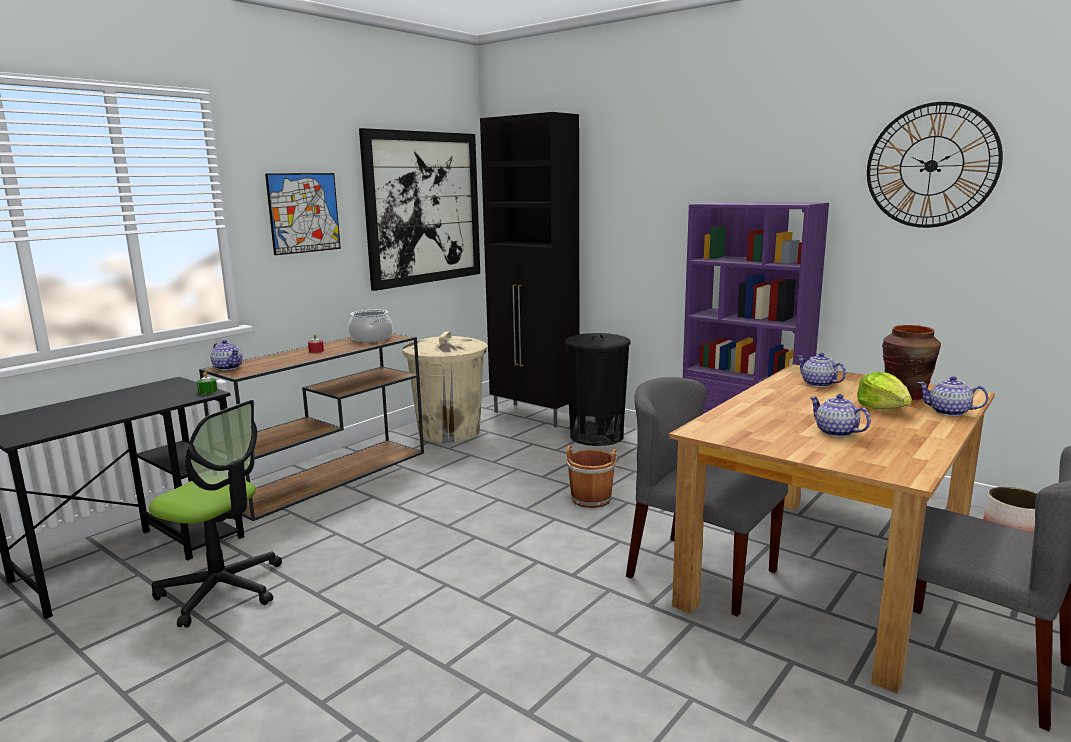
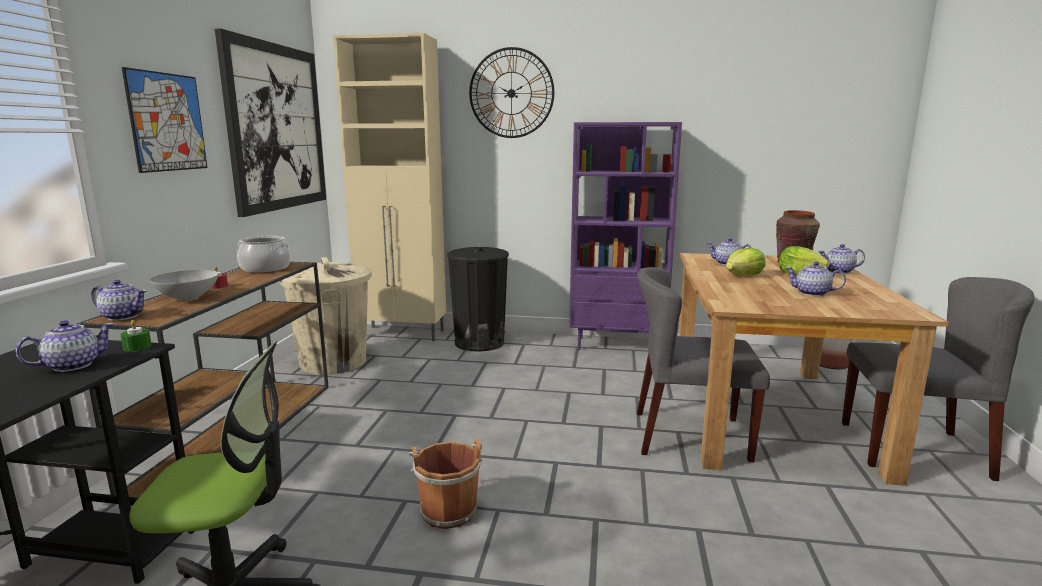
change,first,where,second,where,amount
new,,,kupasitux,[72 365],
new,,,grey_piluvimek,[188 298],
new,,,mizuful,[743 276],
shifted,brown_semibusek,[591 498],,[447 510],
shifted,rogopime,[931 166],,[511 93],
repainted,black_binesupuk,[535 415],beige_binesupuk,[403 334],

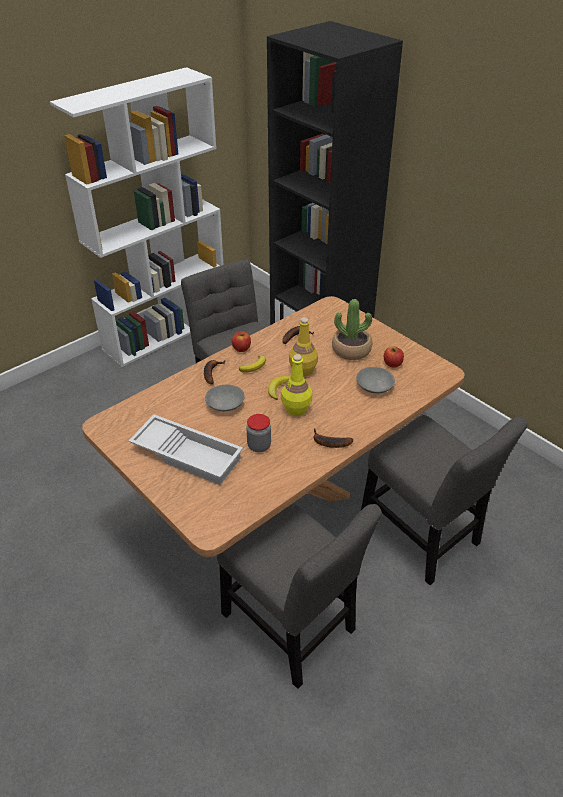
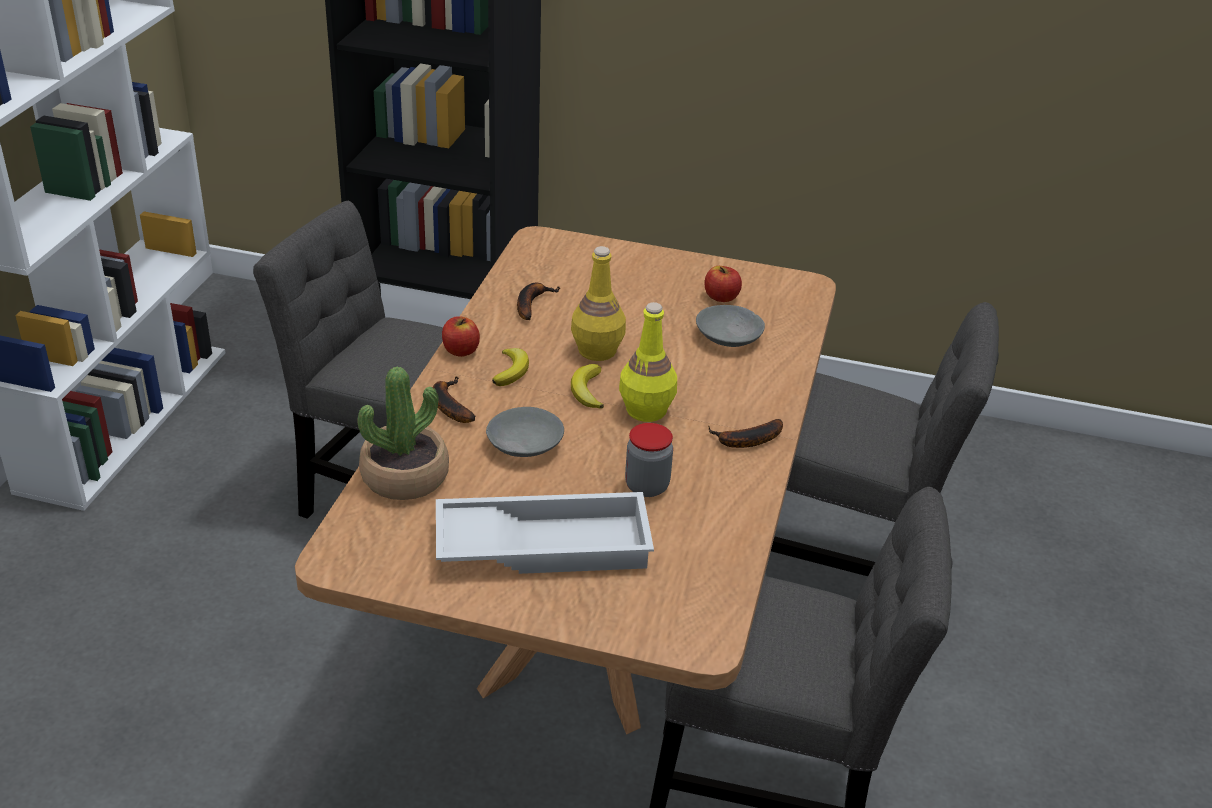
change,first,where,second,where,amount
shifted,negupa,[351 350],,[405 476],

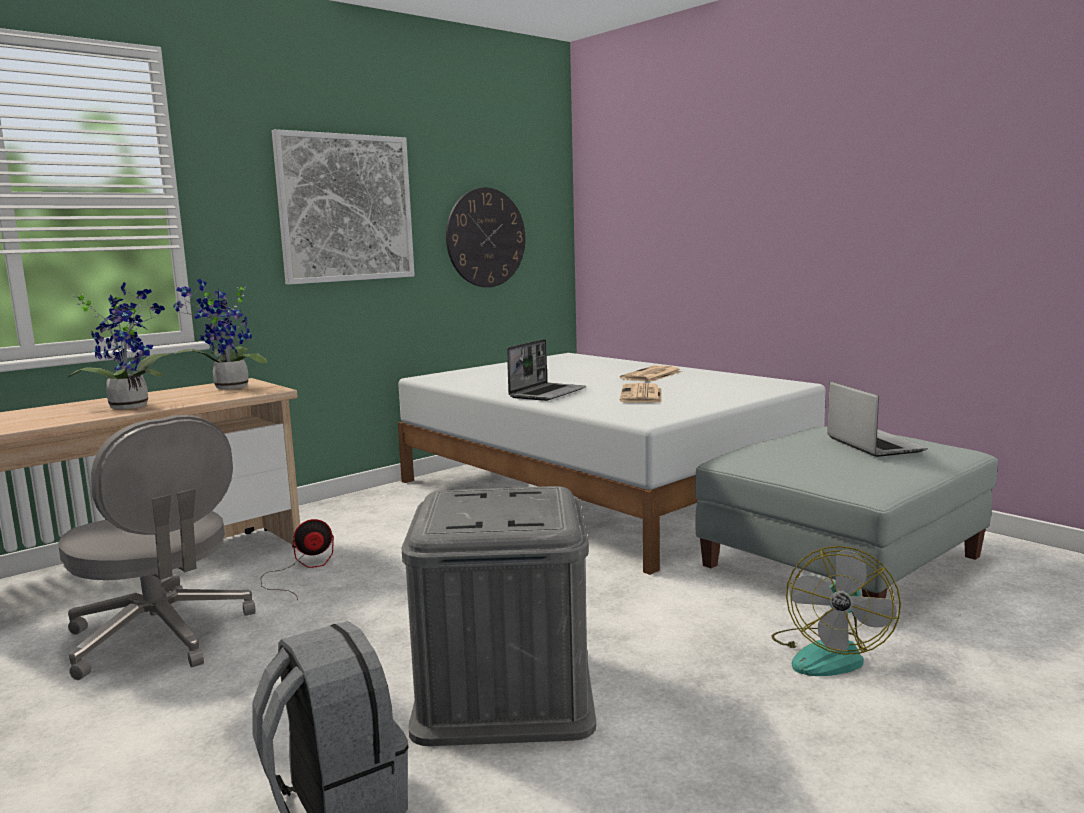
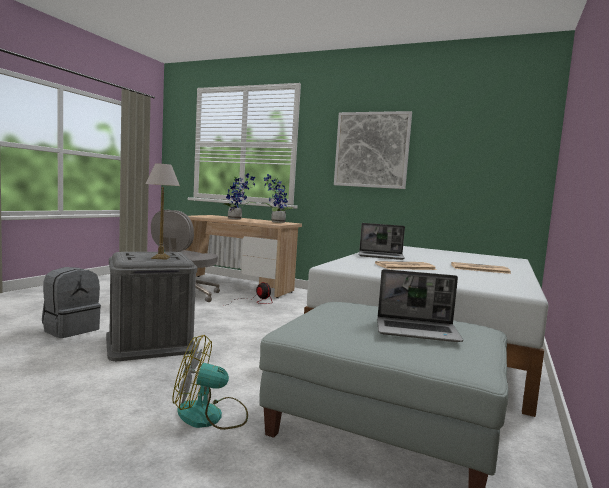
change,first,where,second,where,amount
gone,rogopime,[486 238],,,
new,,,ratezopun,[161 258],
rotated,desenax,[873 444],,[418 331],45 degrees clockwise

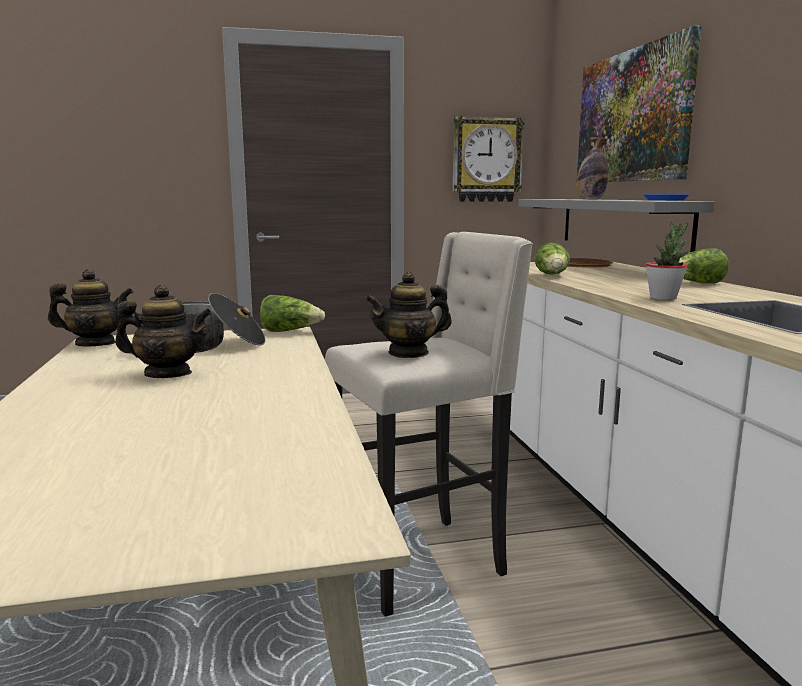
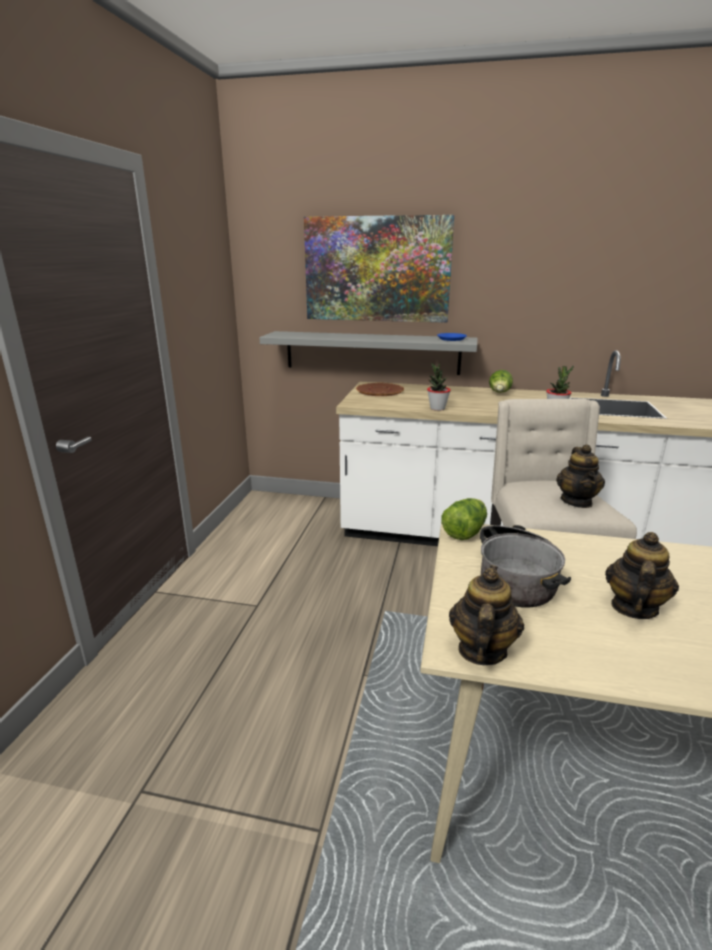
change,first,where,second,where,amount
gone,rogopime,[486 160],,,
gone,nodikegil,[590 199],,,
swapped,mizuful,[553 275],negupa,[437 408],

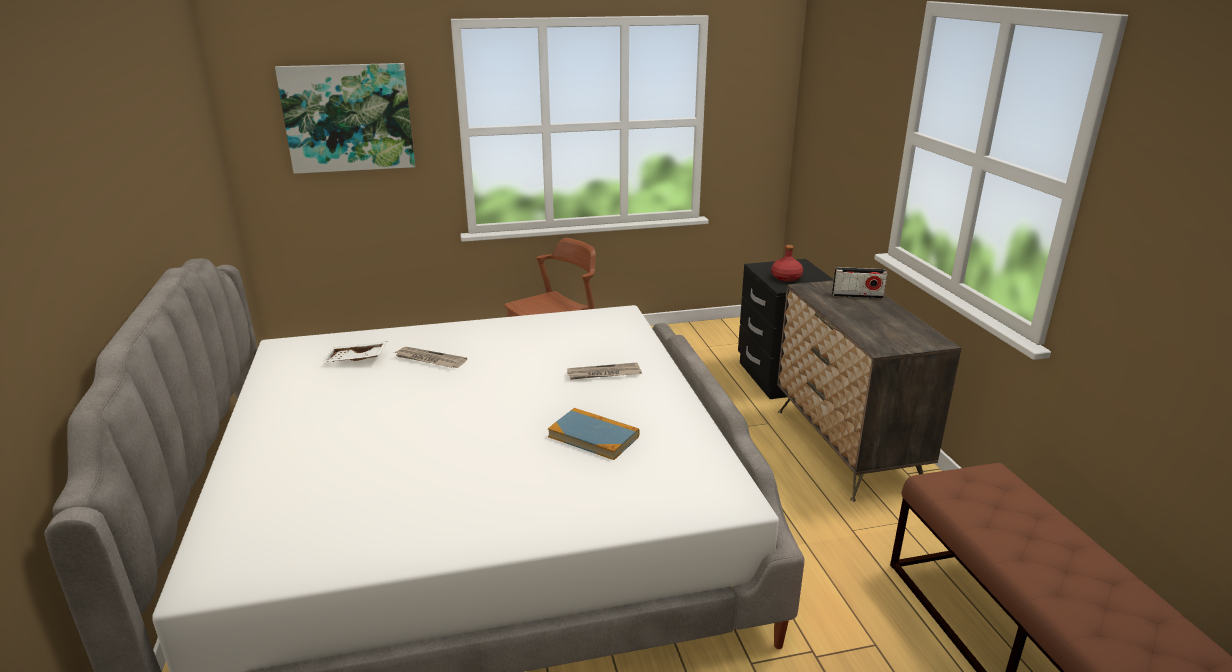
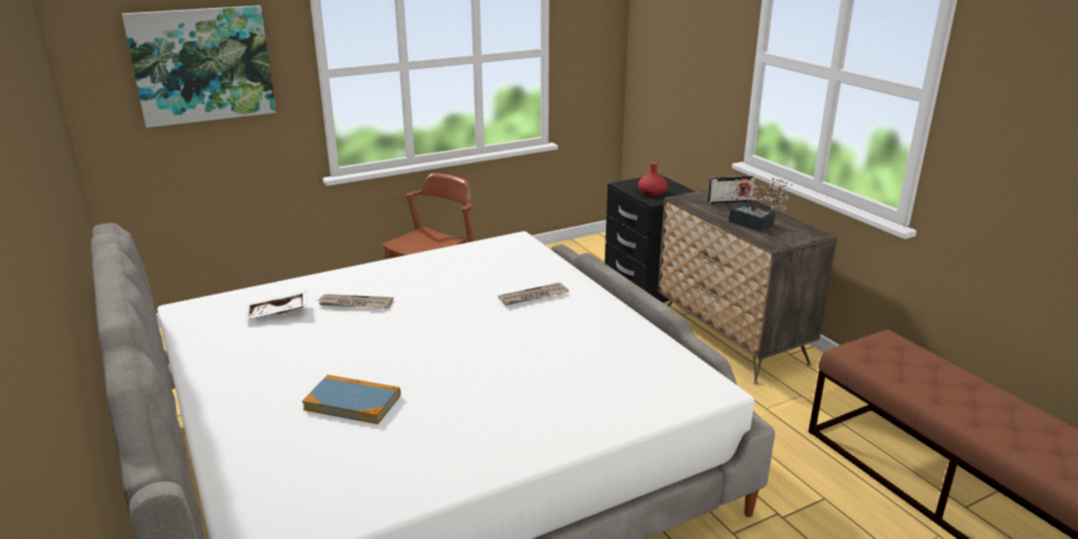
change,first,where,second,where,amount
new,,,negupa,[755 225],
shifted,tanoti,[593 436],,[352 402],

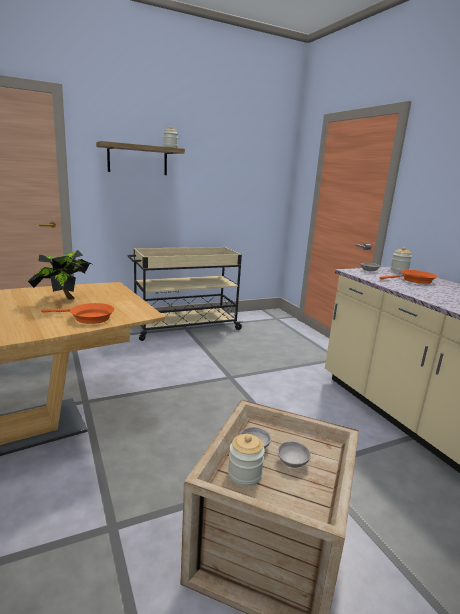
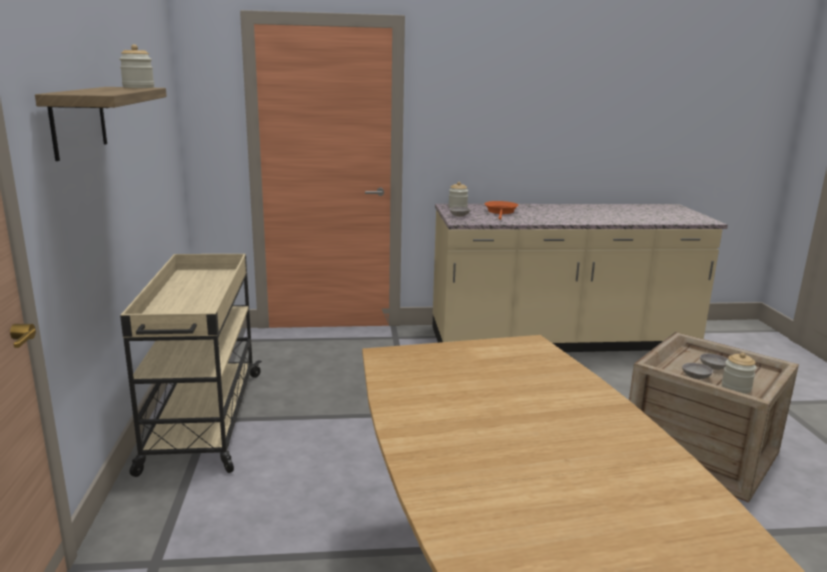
change,first,where,second,where,amount
gone,negupa,[65 300],,,
gone,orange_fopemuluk,[88 318],,,

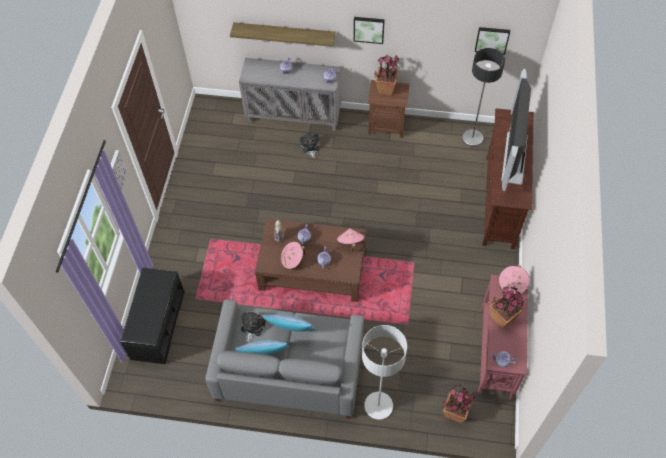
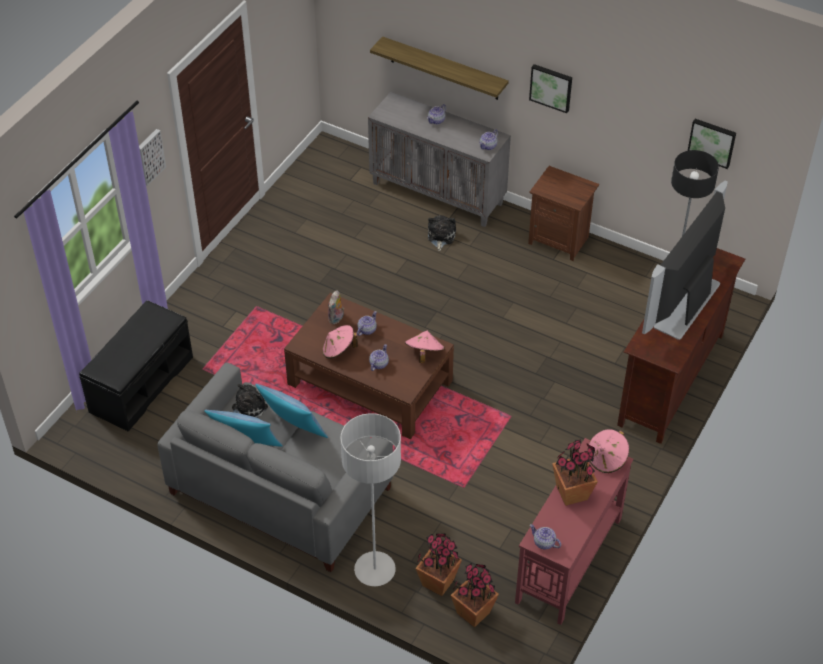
change,first,where,second,where,amount
shifted,negupa,[386 89],,[438 582],

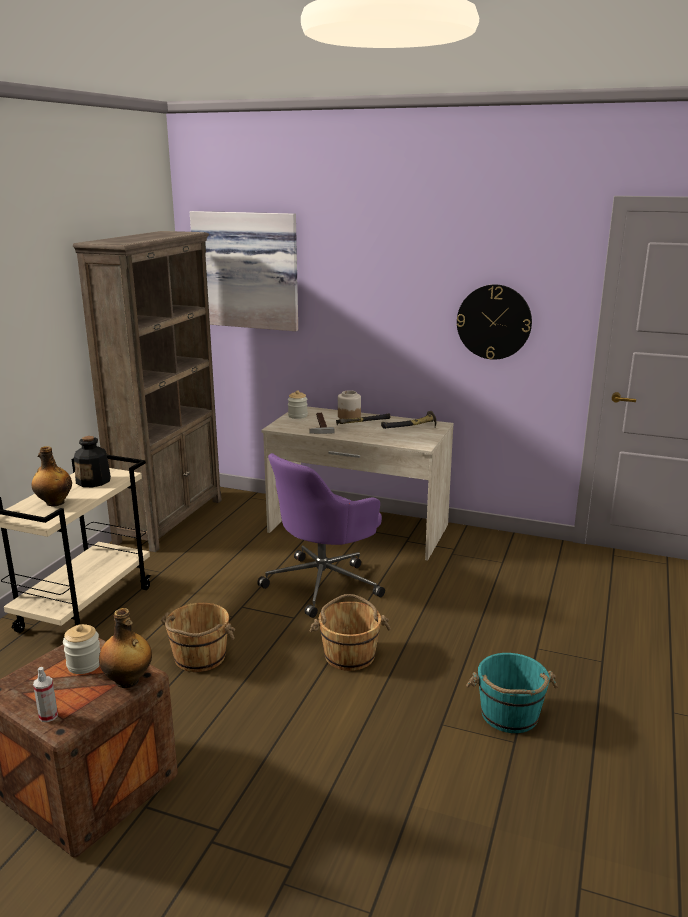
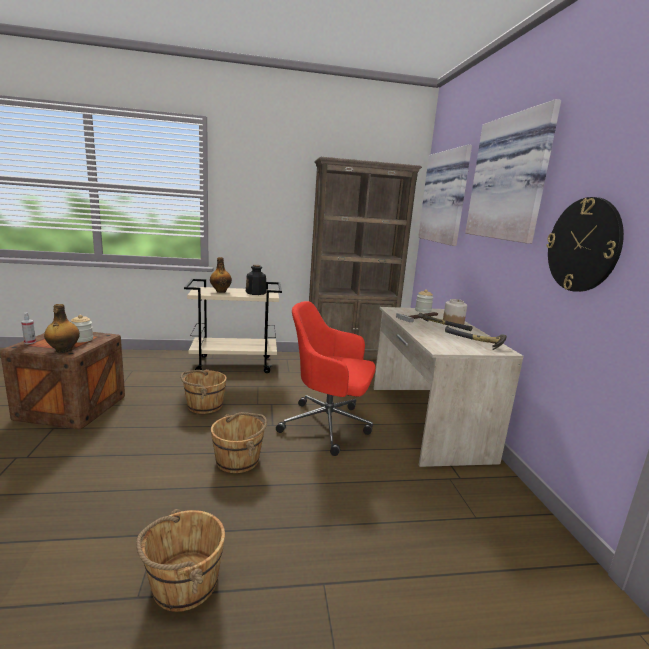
change,first,where,second,where,amount
new,,,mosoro,[511 178],
repainted,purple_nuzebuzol,[324 583],red_nuzebuzol,[328 425],
repainted,turquoise_semibusek,[509 715],brown_semibusek,[183 583],

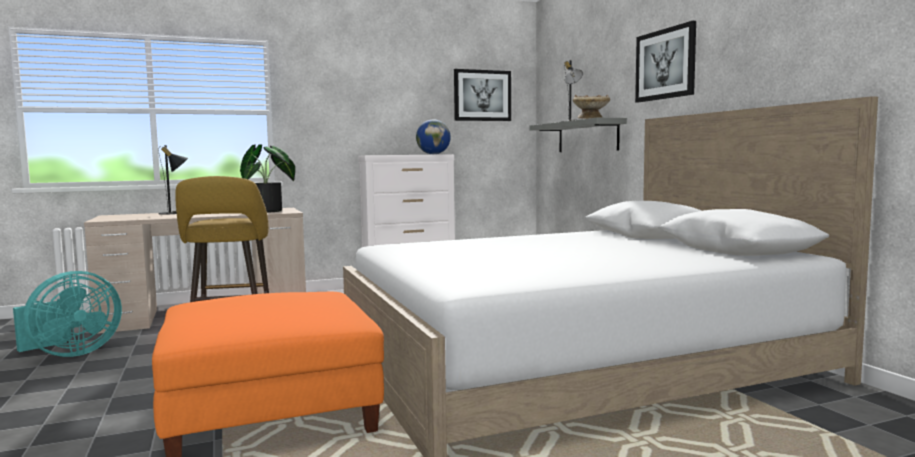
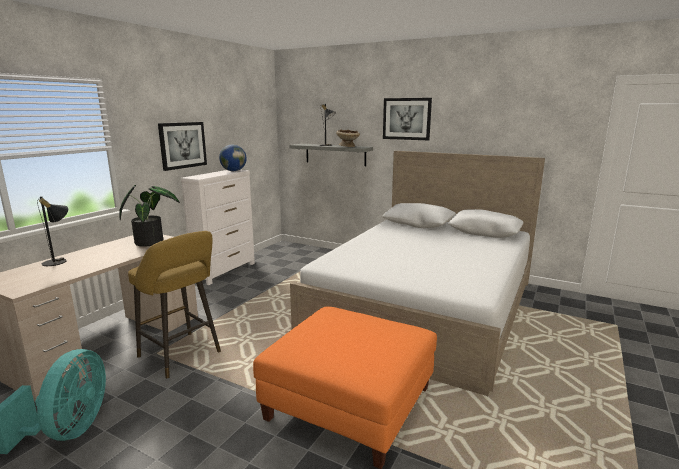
change,first,where,second,where,amount
shifted,mosoro,[482 95],,[182 145],

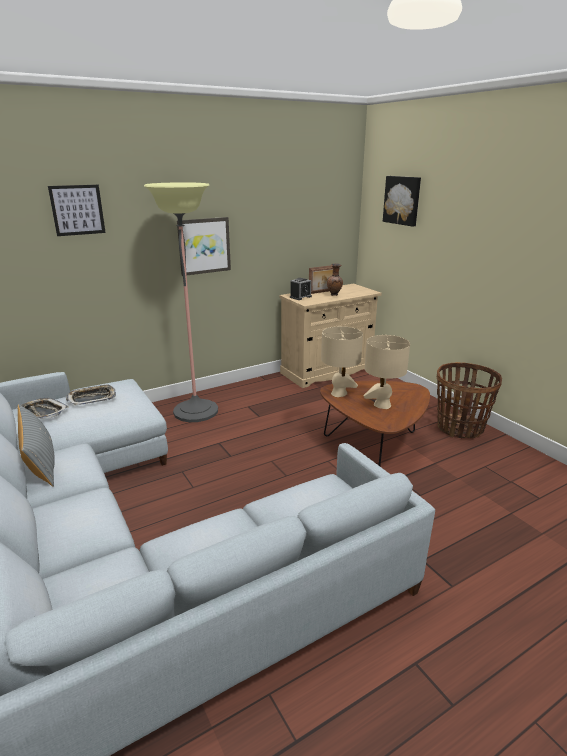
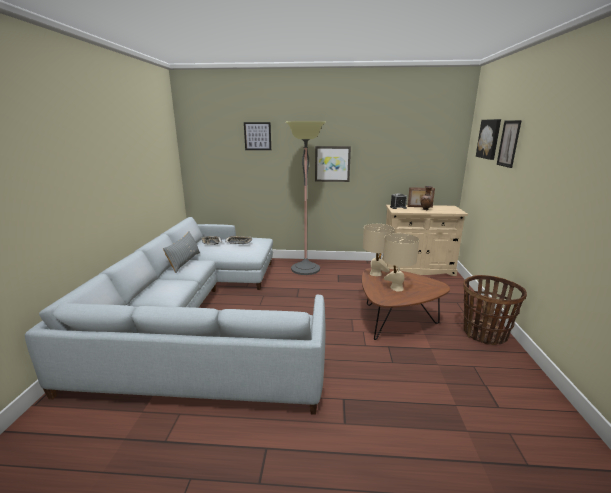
change,first,where,second,where,amount
new,,,mosoro,[508 143],

